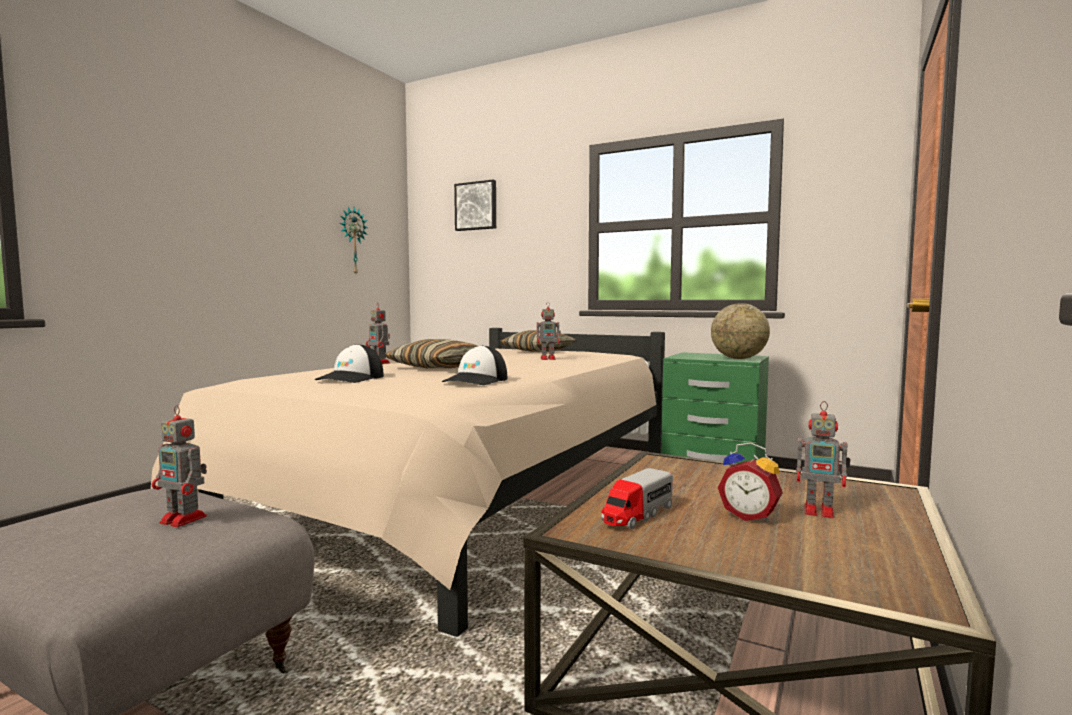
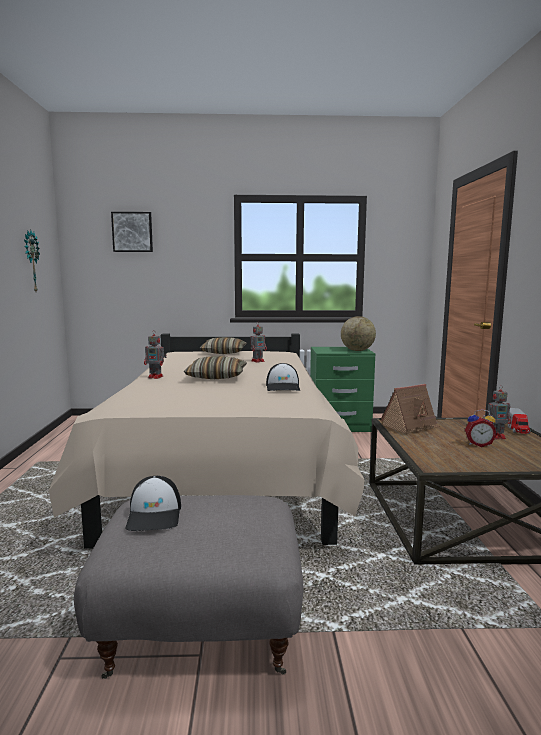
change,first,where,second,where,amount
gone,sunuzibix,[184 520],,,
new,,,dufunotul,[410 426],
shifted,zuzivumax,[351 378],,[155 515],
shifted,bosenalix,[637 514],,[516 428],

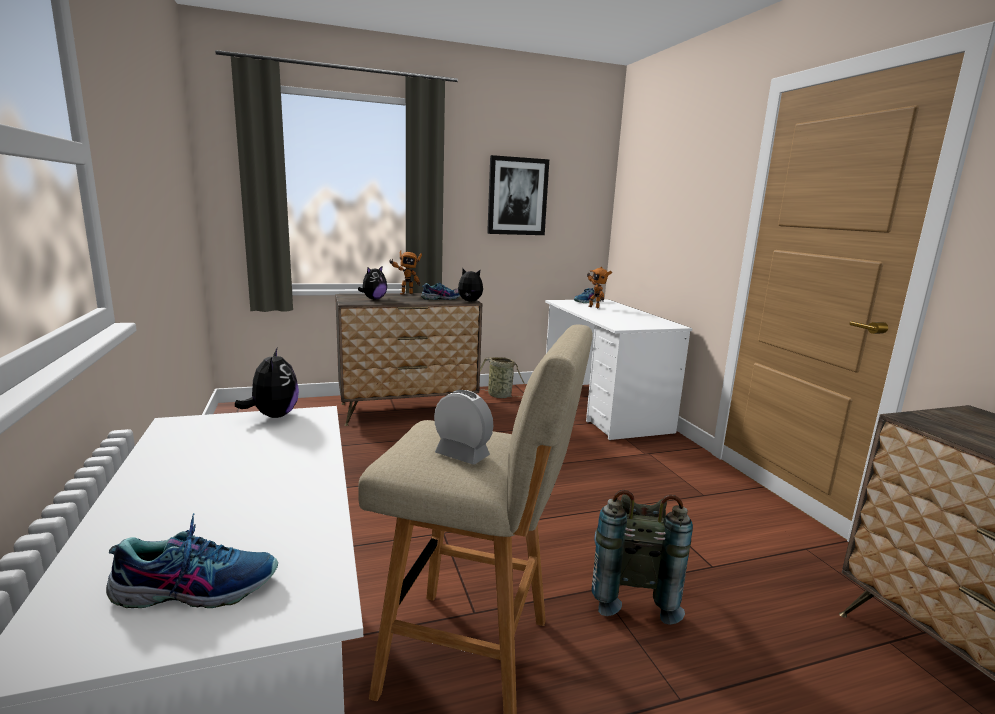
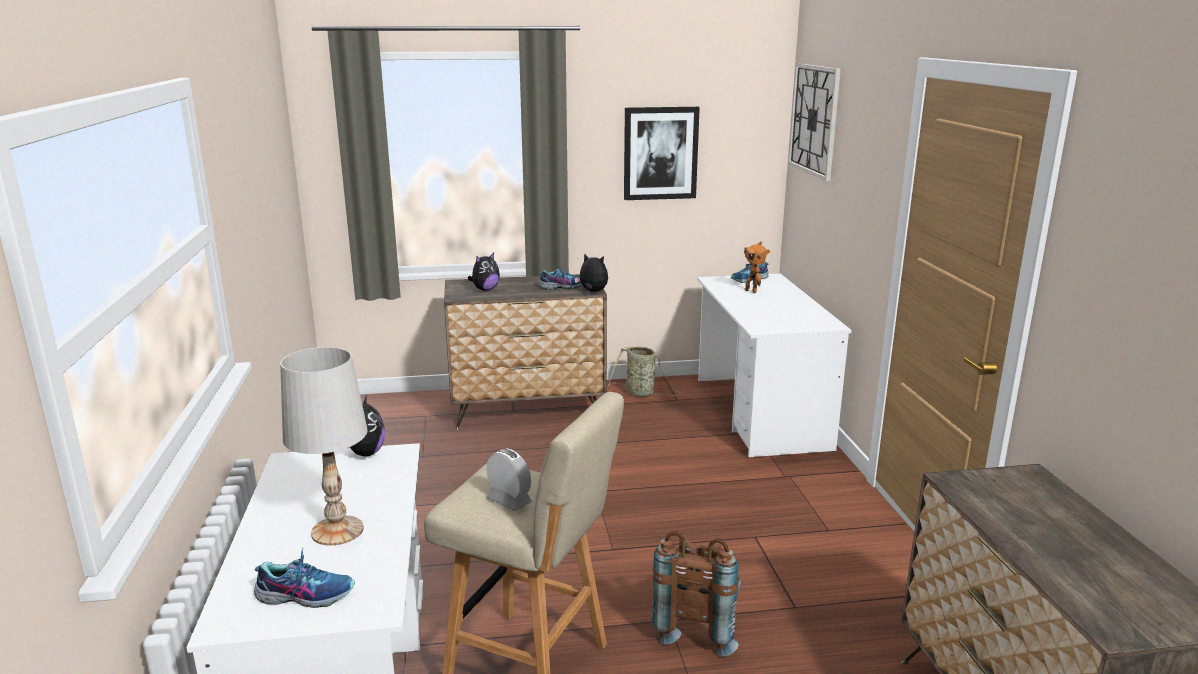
change,first,where,second,where,amount
gone,sunuzibix,[405 293],,,
new,,,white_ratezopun,[338 530],
new,,,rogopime,[814 120],
repainted,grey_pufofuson,[630 593],brown_pufofuson,[697 626],

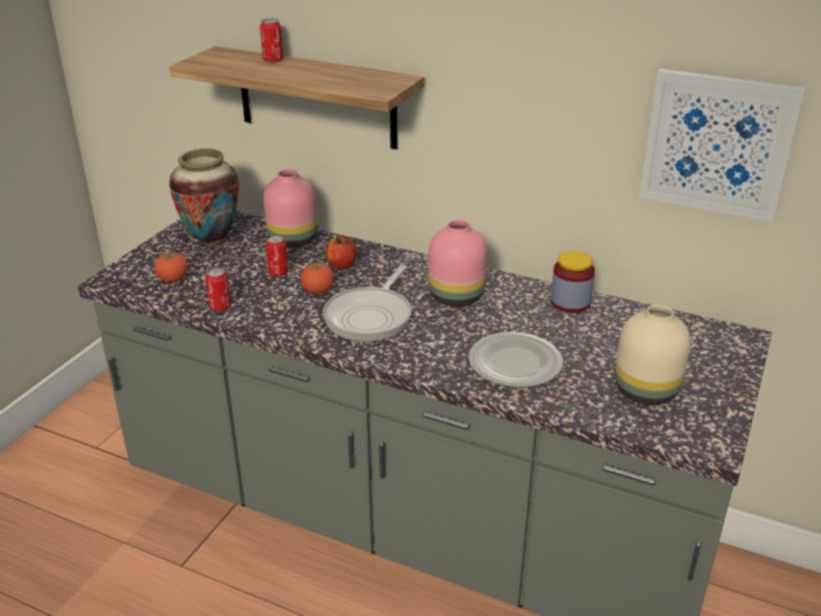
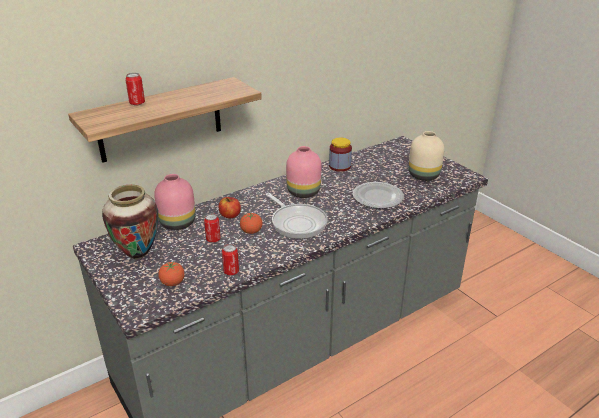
change,first,where,second,where,amount
gone,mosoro,[718 144],,,

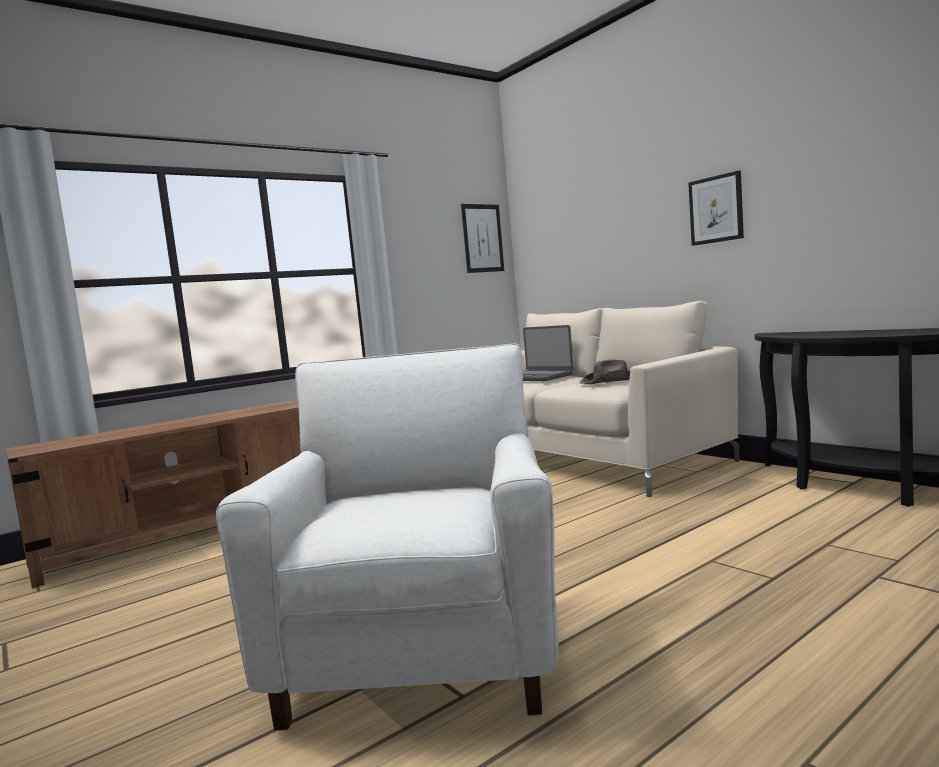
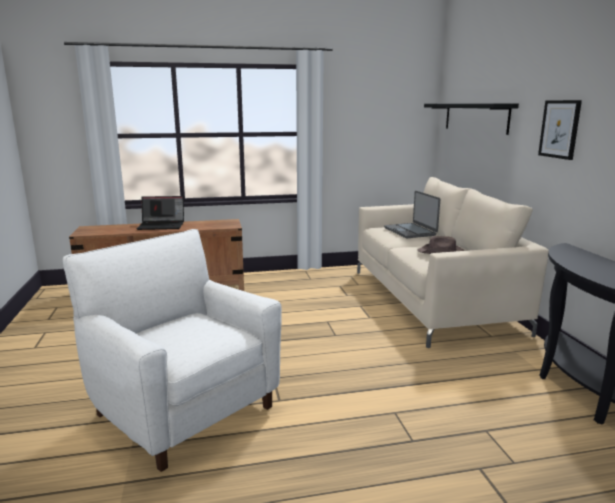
change,first,where,second,where,amount
gone,mosoro,[482 238],,,
new,,,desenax,[162 225],
new,,,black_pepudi,[475 117],
rotated,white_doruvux,[424 650],,[184 408],75 degrees counterclockwise

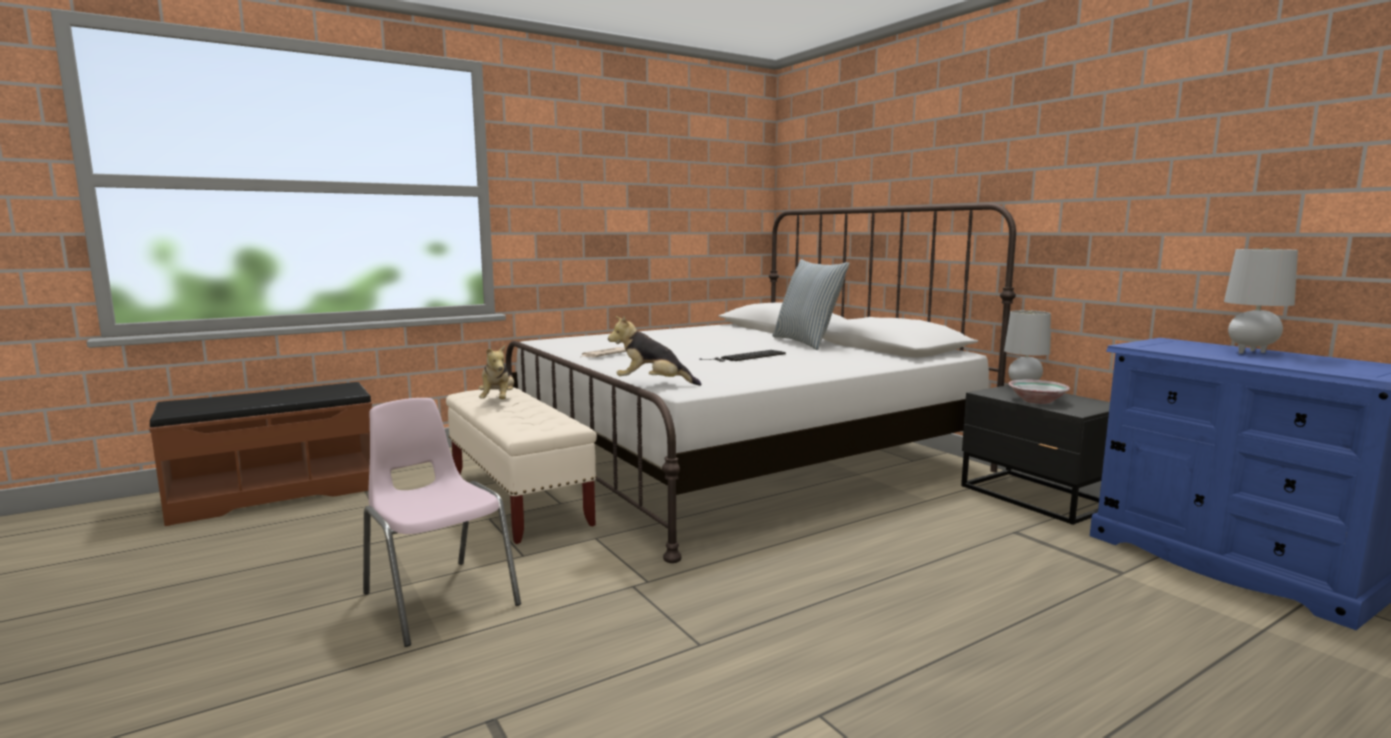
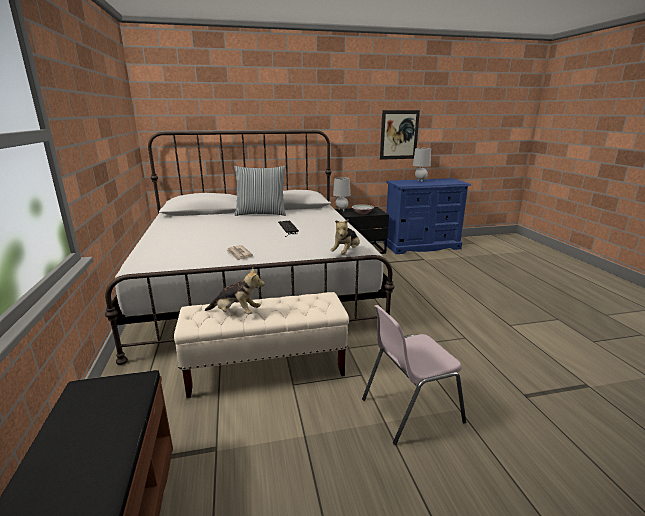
change,first,where,second,where,amount
new,,,mosoro,[399 135],

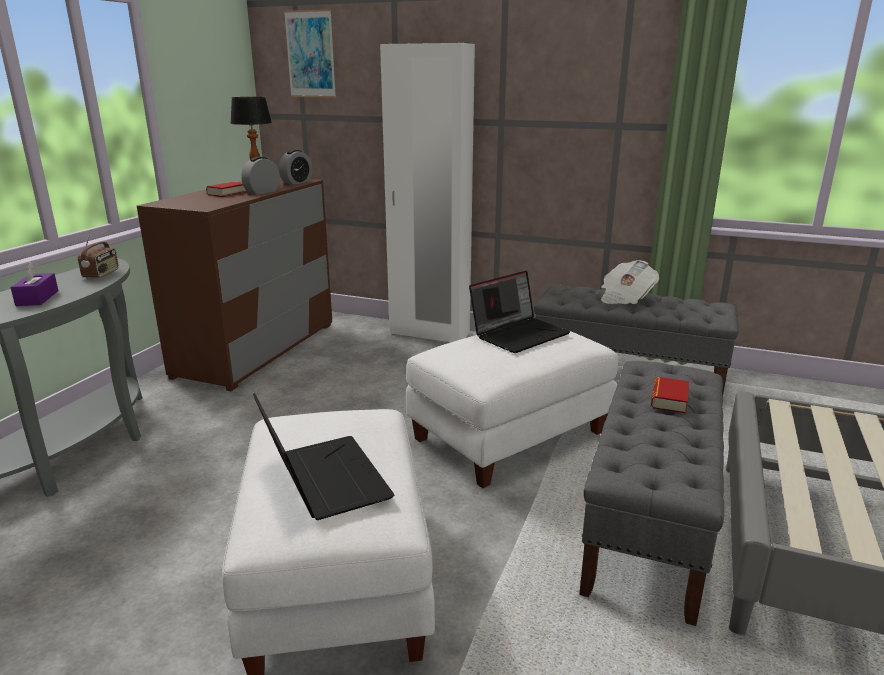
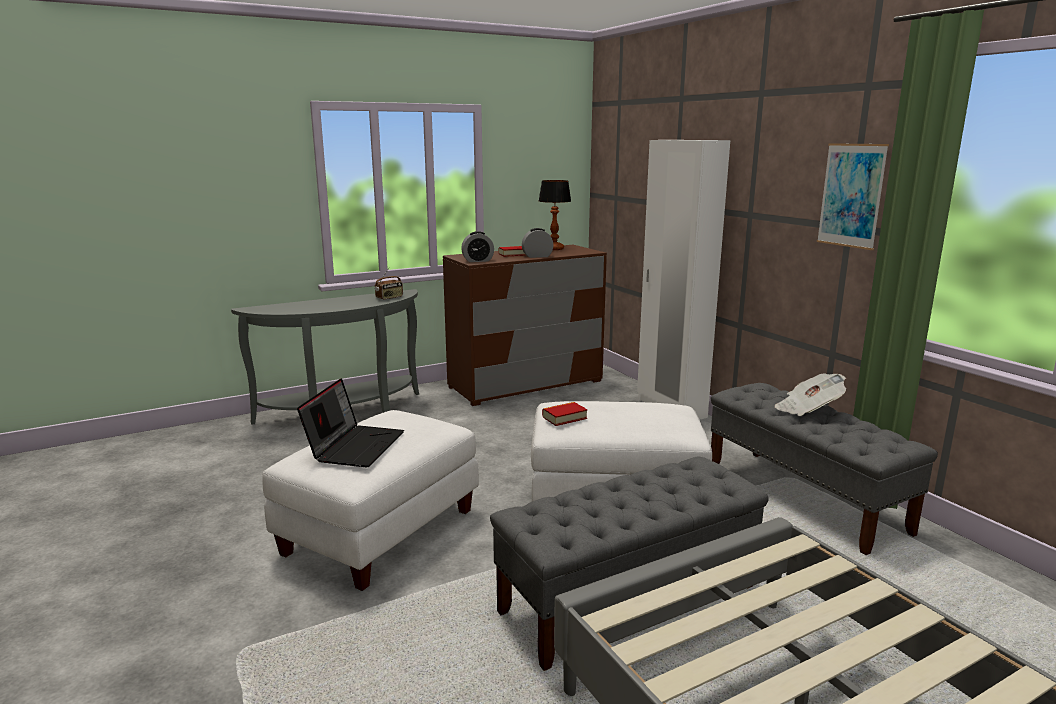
change,first,where,second,where,amount
gone,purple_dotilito,[37 298],,,
gone,desenax,[519 334],,,
shifted,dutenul,[297 182],,[478 260],
shifted,mosoro,[310 54],,[851 195],
shifted,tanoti,[669 400],,[564 418],

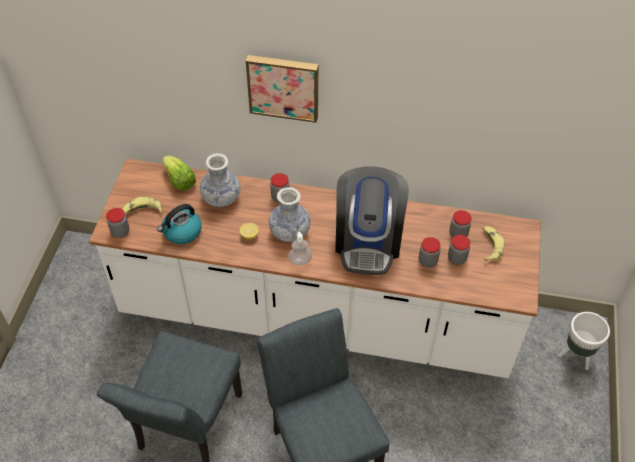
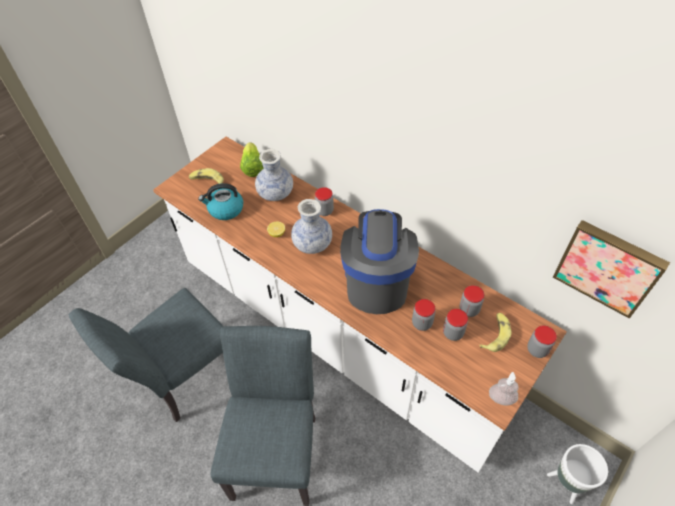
change,first,where,second,where,amount
shifted,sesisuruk,[120 232],,[537 350],
shifted,mosoro,[283 86],,[608 267],
shifted,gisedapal,[300 261],,[501 398],
rotated,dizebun,[368 241],,[377 280],150 degrees clockwise

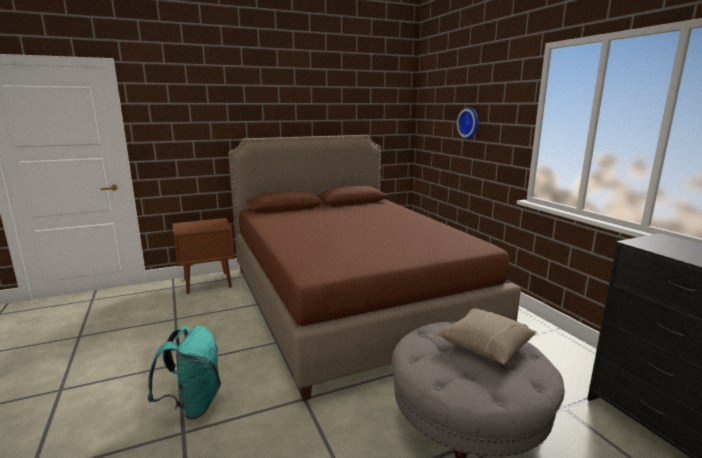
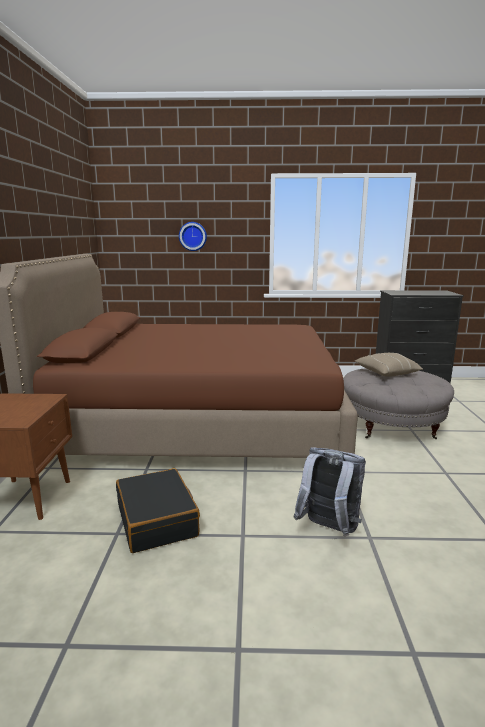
change,first,where,second,where,amount
new,,,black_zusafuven,[157 520],
repainted,turquoise_pufofuson,[193 405],grey_pufofuson,[328 529],

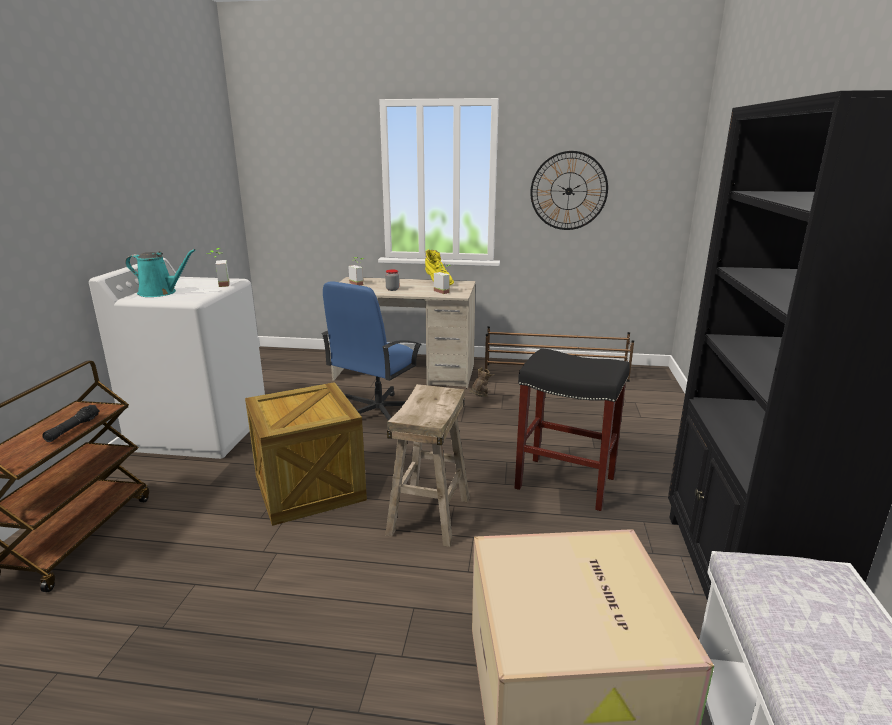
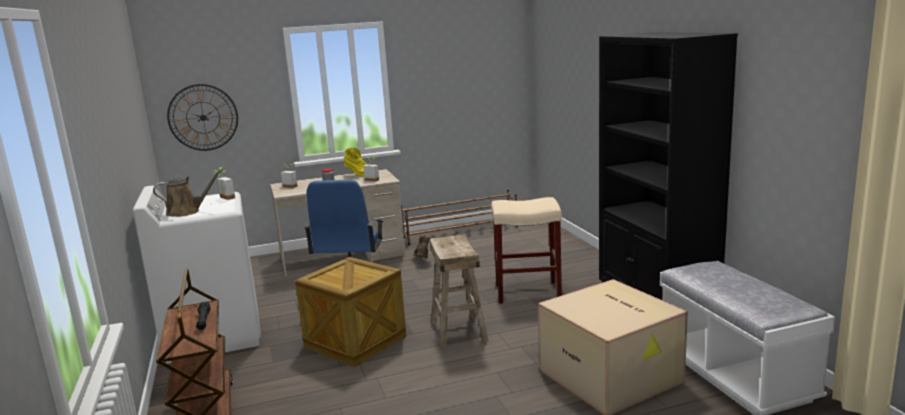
change,first,where,second,where,amount
shifted,rogopime,[568 191],,[203 117],
repainted,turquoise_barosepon,[160 293],brown_barosepon,[186 212],
repainted,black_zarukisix,[566 483],beige_zarukisix,[528 292],

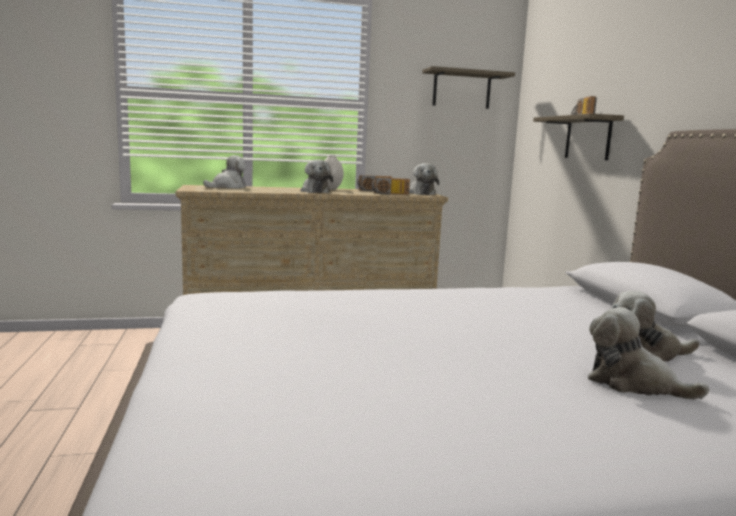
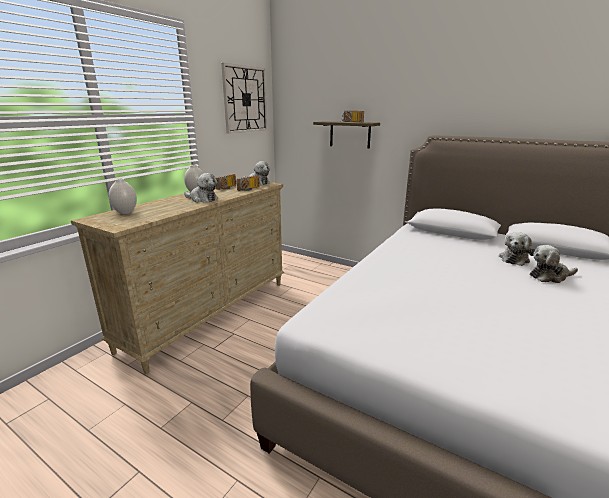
change,first,where,second,where,amount
swapped,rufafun,[228 187],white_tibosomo,[125 212],
swapped,pepudi,[461 89],rogopime,[245 99],

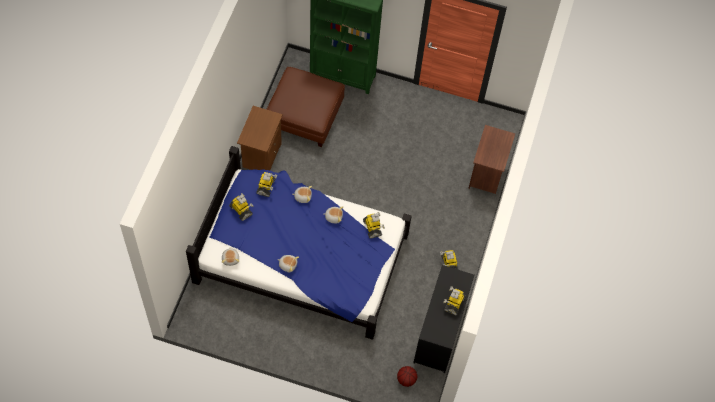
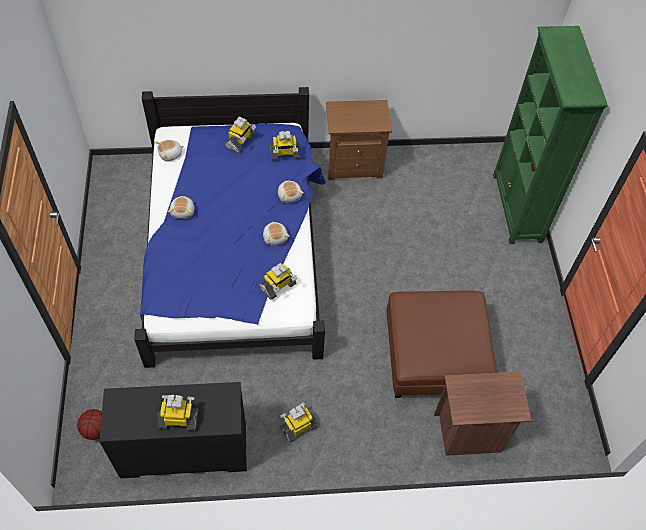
change,first,where,second,where,amount
shifted,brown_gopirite,[305 115],,[435 356],

